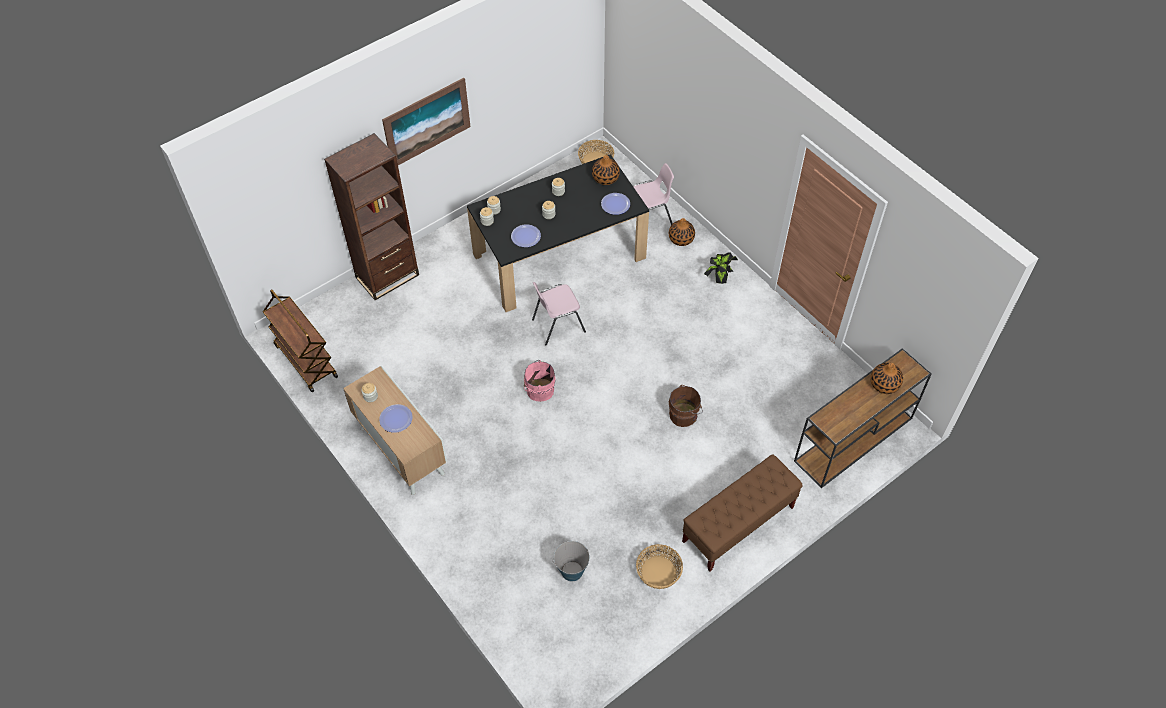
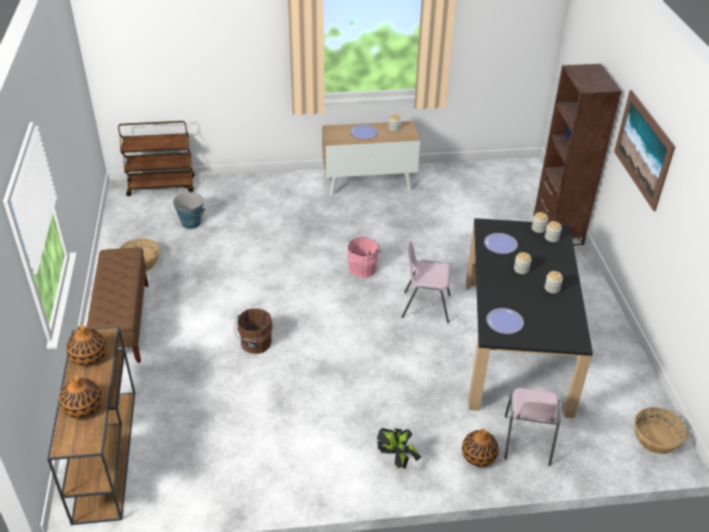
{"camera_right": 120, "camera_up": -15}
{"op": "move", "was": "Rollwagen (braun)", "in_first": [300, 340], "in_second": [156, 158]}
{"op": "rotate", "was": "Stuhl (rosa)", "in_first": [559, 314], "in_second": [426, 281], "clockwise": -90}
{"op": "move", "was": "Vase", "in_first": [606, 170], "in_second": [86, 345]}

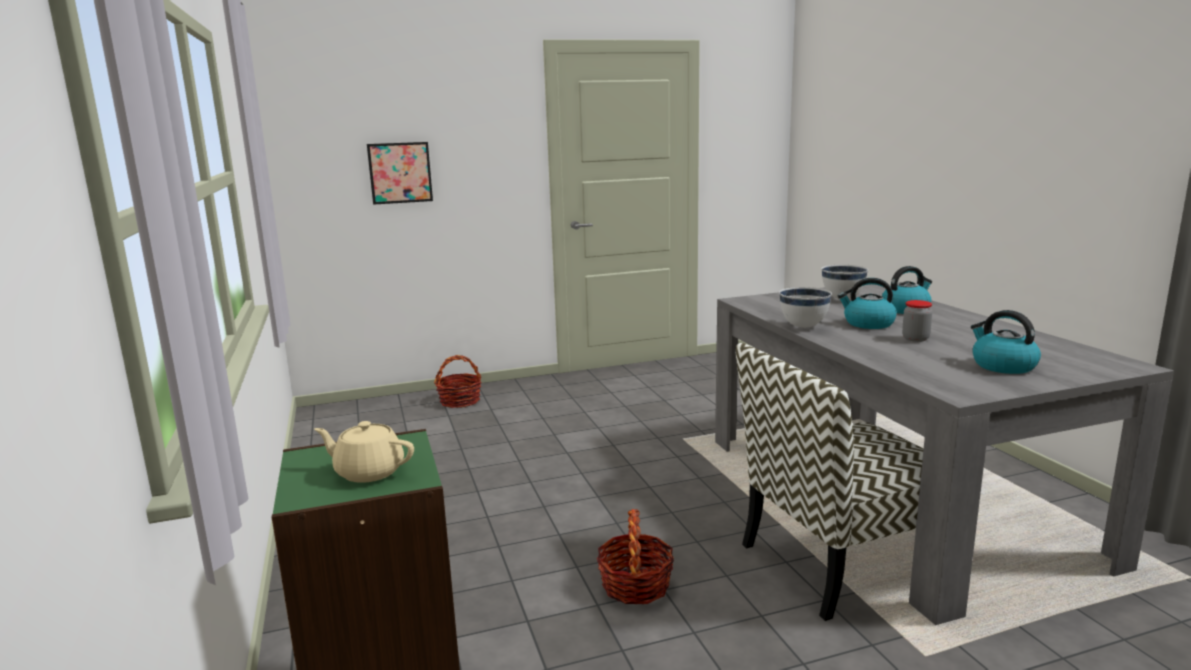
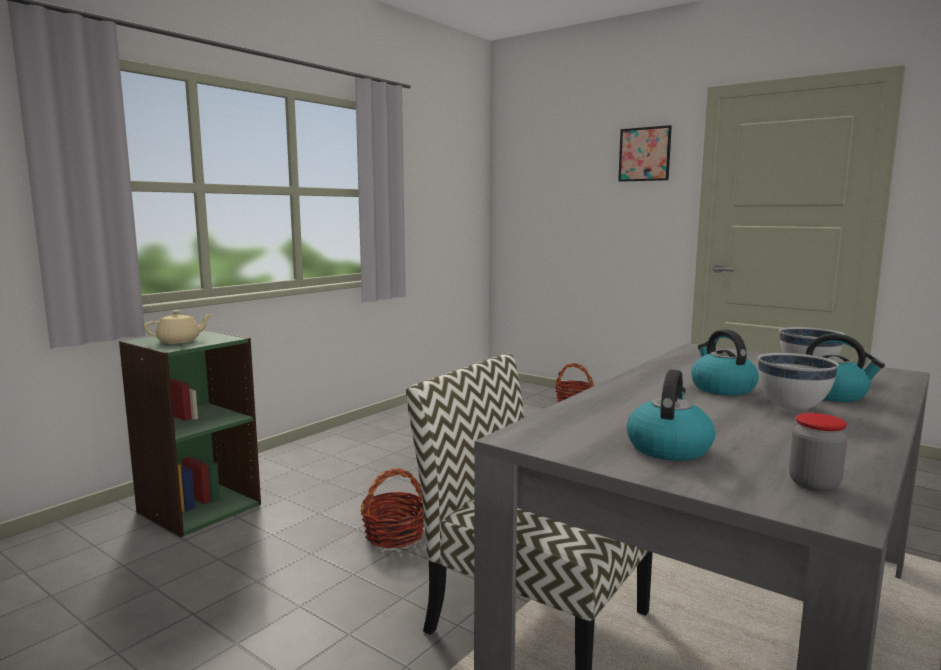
{"camera_right": 55, "camera_up": -5}
{"op": "rotate", "was": "Teekanne (beige)", "in_first": [364, 452], "in_second": [178, 327], "clockwise": 75}
{"op": "move", "was": "Bild", "in_first": [400, 173], "in_second": [645, 153]}
{"op": "move", "was": "Schüssel (weiß)", "in_first": [805, 307], "in_second": [798, 381]}
{"op": "move", "was": "Vorratsglas", "in_first": [917, 321], "in_second": [818, 452]}

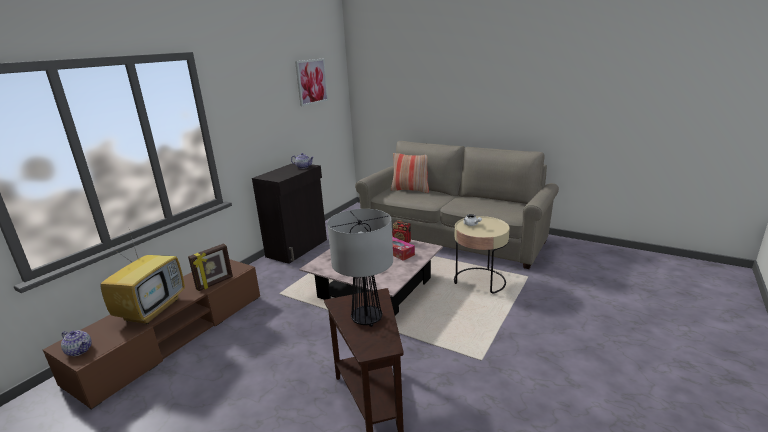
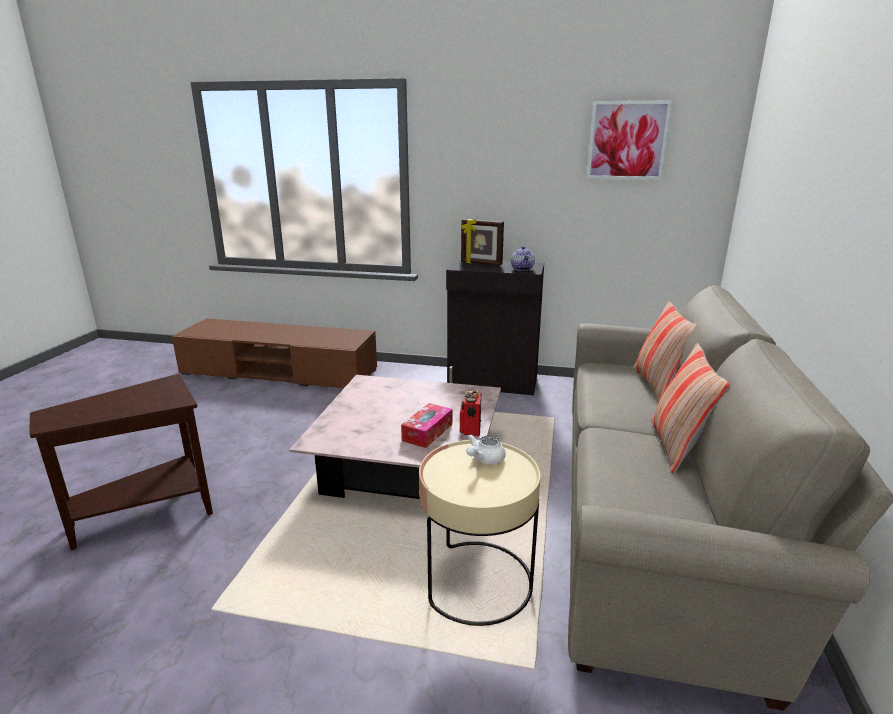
{"camera_right": 70, "camera_up": 0}
{"op": "delete", "was": "Teekanne", "in_first": [76, 343]}
{"op": "delete", "was": "Fernseher", "in_first": [142, 276]}
{"op": "move", "was": "Bilderrahmen", "in_first": [210, 267], "in_second": [482, 242]}
{"op": "delete", "was": "Tischlampe", "in_first": [360, 268]}
{"op": "insert", "now": "Kissen", "in_second": [690, 408]}

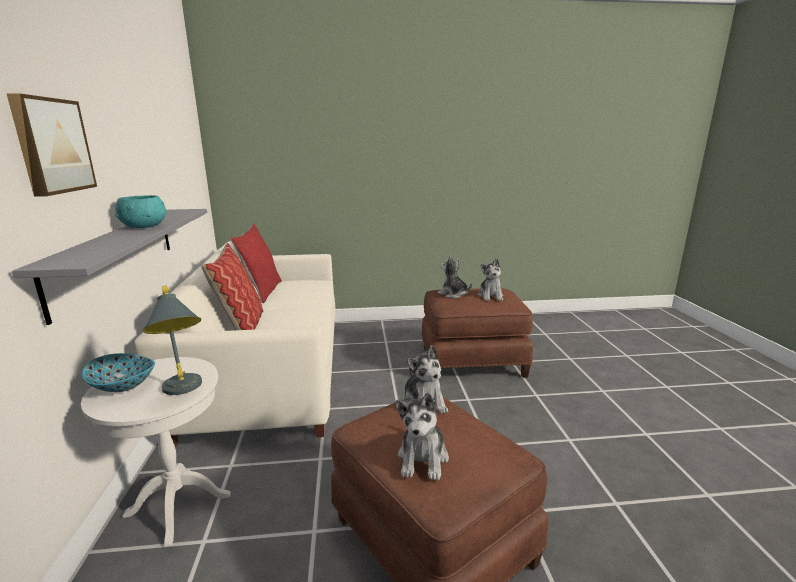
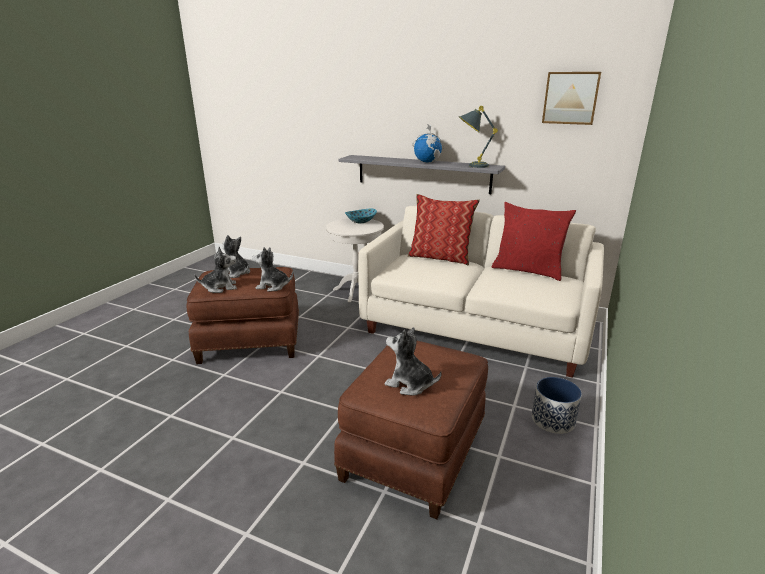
{"camera_right": 120, "camera_up": 5}
{"op": "move", "was": "Bild", "in_first": [51, 145], "in_second": [571, 98]}
{"op": "replace", "was": "Schüssel (türkis)", "now": "Globus", "in_first": [140, 211], "in_second": [428, 143]}
{"op": "move", "was": "Tischlampe (grau)", "in_first": [172, 340], "in_second": [478, 137]}
{"op": "move", "was": "Plüschtier", "in_first": [454, 277], "in_second": [216, 269]}
{"op": "insert", "now": "Pflanzkübel", "in_second": [557, 405]}

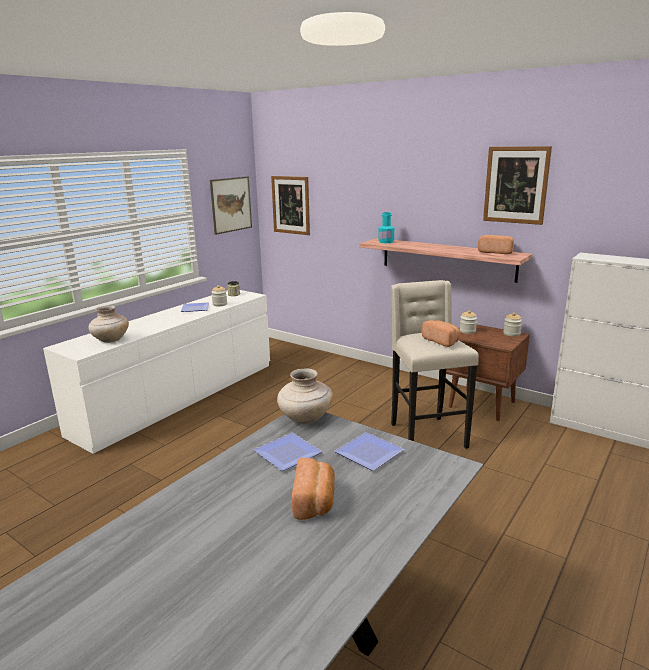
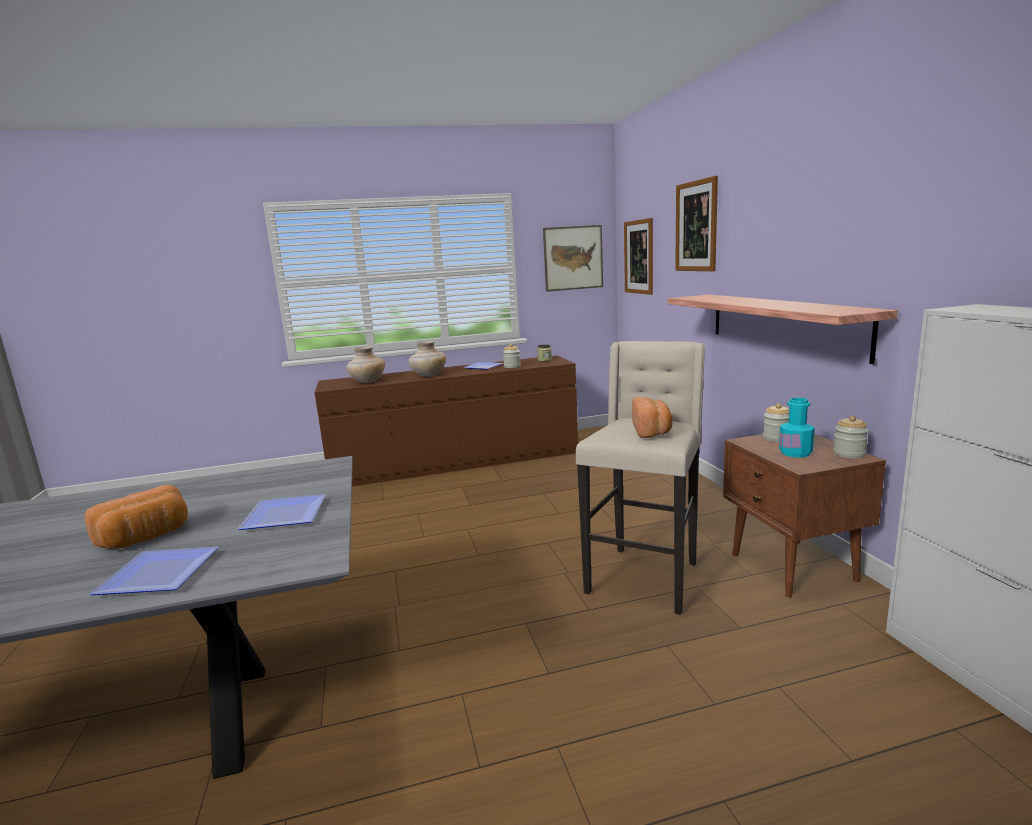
{"camera_right": 40, "camera_up": -5}
{"op": "recolor", "was": "Kommode (weiß)", "now": "Kommode (braun)", "in_first": [156, 372], "in_second": [446, 420]}
{"op": "move", "was": "Teller", "in_first": [288, 452], "in_second": [154, 571]}
{"op": "move", "was": "Vase (beige)", "in_first": [305, 396], "in_second": [427, 359]}
{"op": "move", "was": "Flasche (türkis)", "in_first": [386, 227], "in_second": [797, 428]}
{"op": "delete", "was": "Brot", "in_first": [496, 244]}
{"op": "move", "was": "Bild", "in_first": [517, 185], "in_second": [696, 223]}

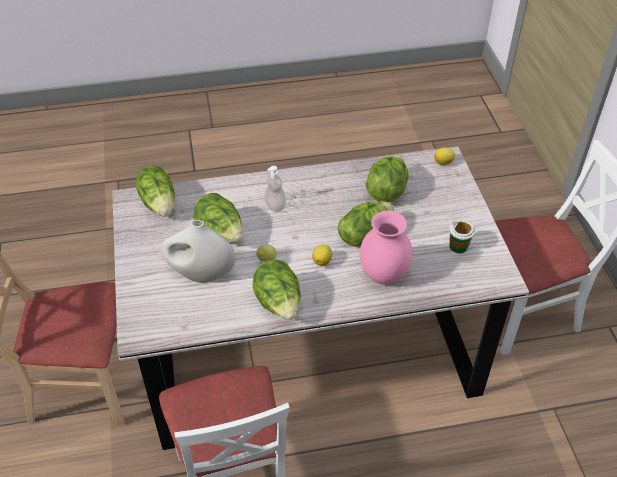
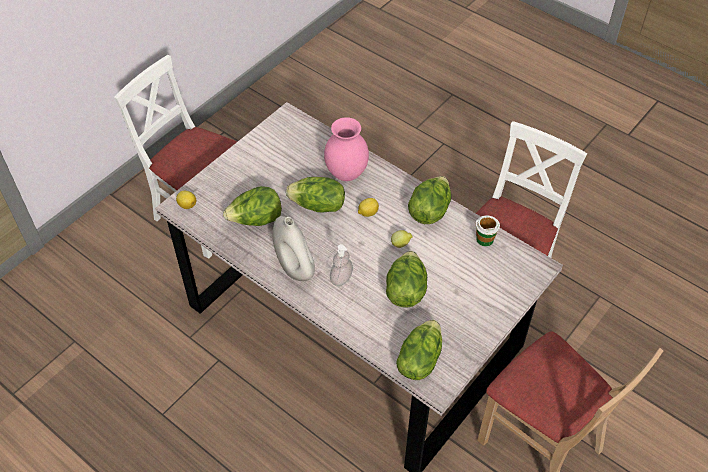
{"camera_right": -130, "camera_up": 5}
{"op": "move", "was": "Vase (weiß)", "in_first": [198, 251], "in_second": [294, 248]}
{"op": "move", "was": "Tasse", "in_first": [462, 236], "in_second": [488, 231]}

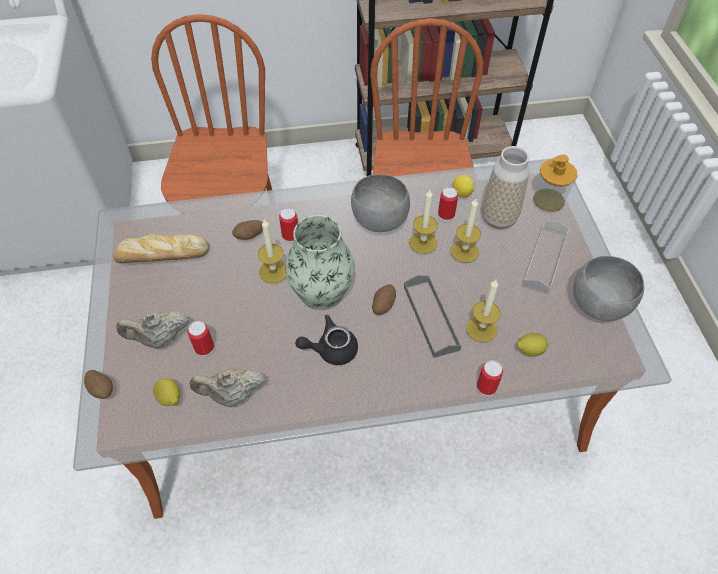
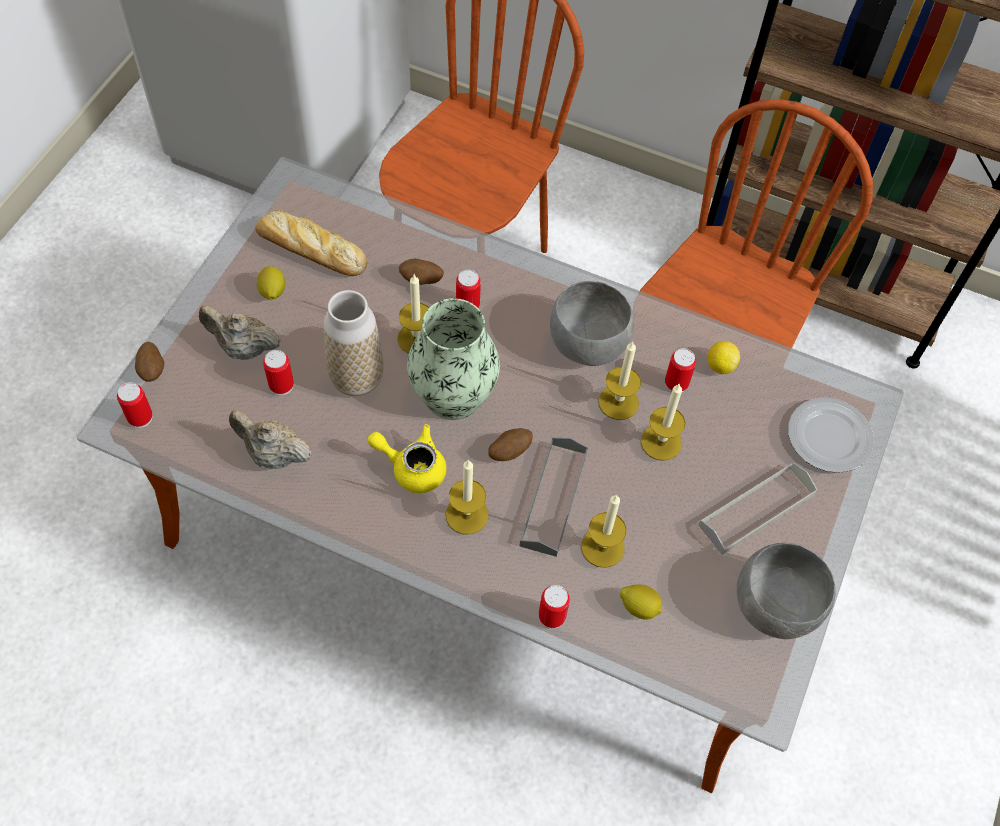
{"camera_right": 30, "camera_up": 5}
{"op": "move", "was": "Zitrone", "in_first": [166, 392], "in_second": [270, 283]}
{"op": "recolor", "was": "Teekanne (schwarz)", "now": "Teekanne (gelb)", "in_first": [326, 340], "in_second": [407, 458]}
{"op": "move", "was": "Vase", "in_first": [506, 187], "in_second": [354, 343]}
{"op": "replace", "was": "Seifenspender", "now": "Teller", "in_first": [555, 183], "in_second": [831, 435]}
{"op": "insert", "now": "Dose", "in_second": [135, 405]}
{"op": "insert", "now": "Kerze", "in_second": [467, 497]}

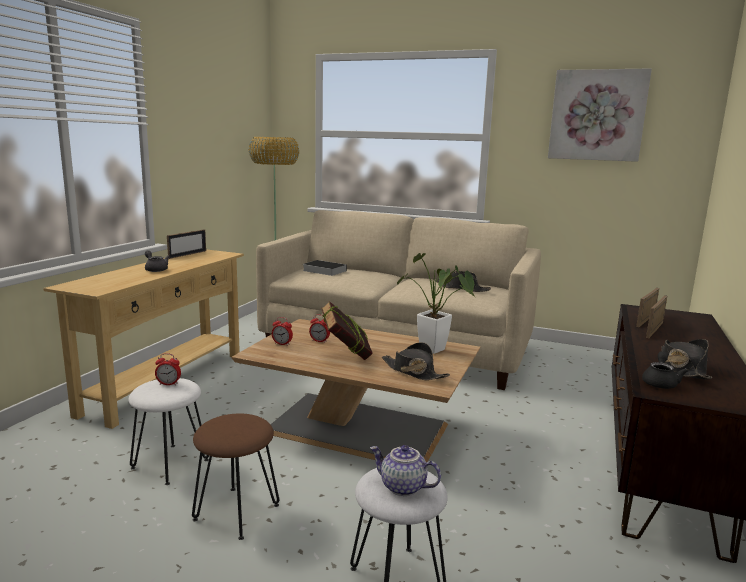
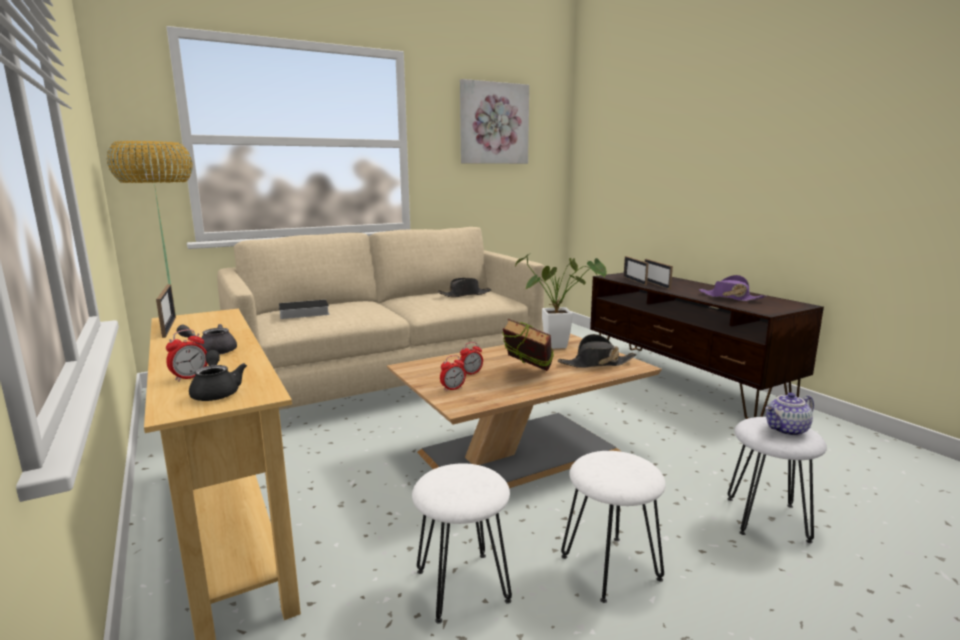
{"camera_right": -50, "camera_up": 0}
{"op": "move", "was": "Wecker", "in_first": [168, 369], "in_second": [187, 355]}
{"op": "recolor", "was": "Hocker (braun)", "now": "Hocker (weiß)", "in_first": [235, 476], "in_second": [613, 527]}
{"op": "move", "was": "Teekanne (schwarz)", "in_first": [665, 370], "in_second": [218, 375]}
{"op": "recolor", "was": "Hut (schwarz)", "now": "Hut (lila)", "in_first": [686, 359], "in_second": [733, 288]}

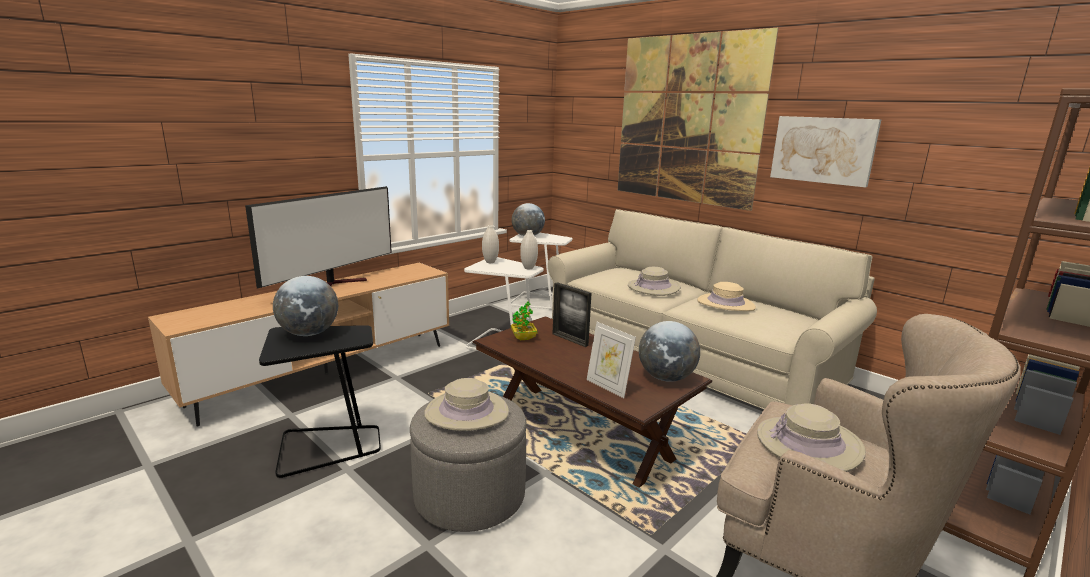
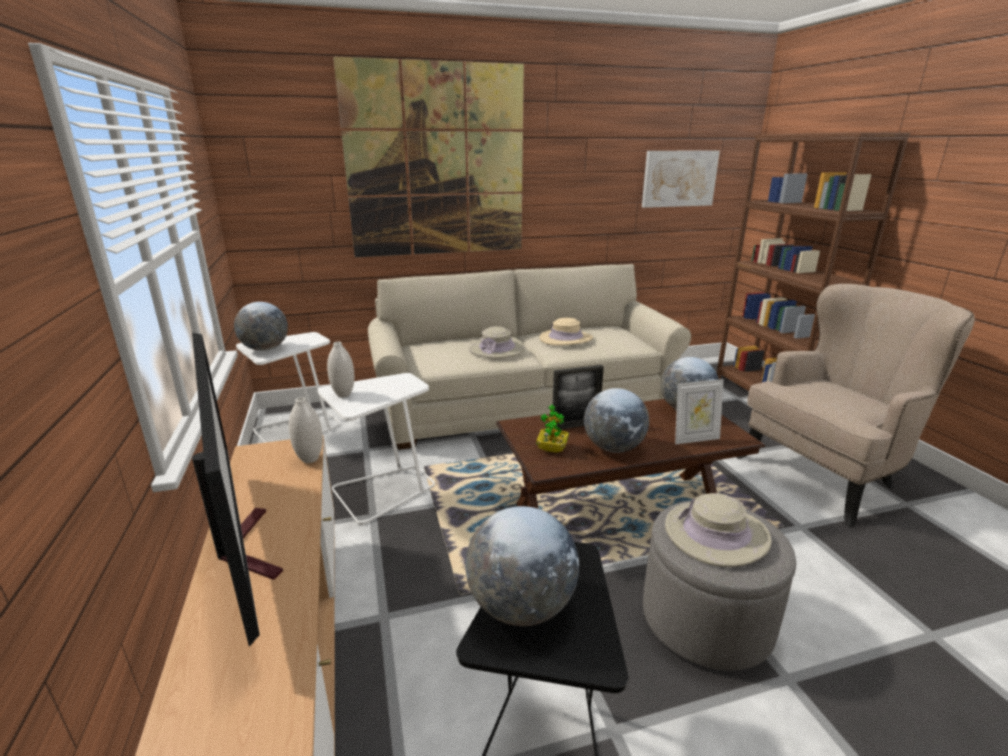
{"camera_right": -60, "camera_up": 5}
{"op": "move", "was": "Vase (weiß)", "in_first": [529, 249], "in_second": [306, 430]}
{"op": "delete", "was": "Hut (beige)", "in_first": [811, 437]}
{"op": "move", "was": "Bild", "in_first": [826, 151], "in_second": [681, 179]}
{"op": "insert", "now": "Globus", "in_second": [616, 420]}

